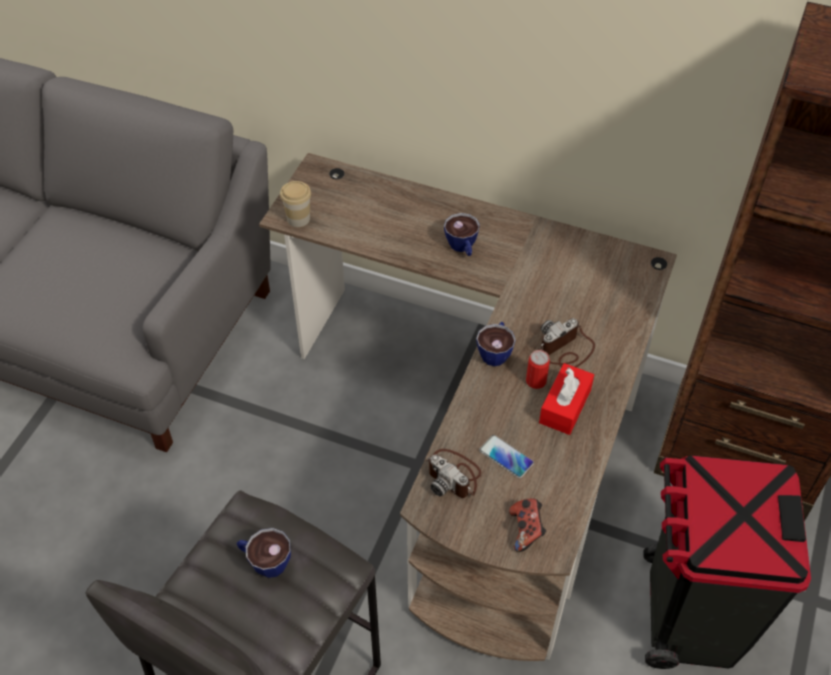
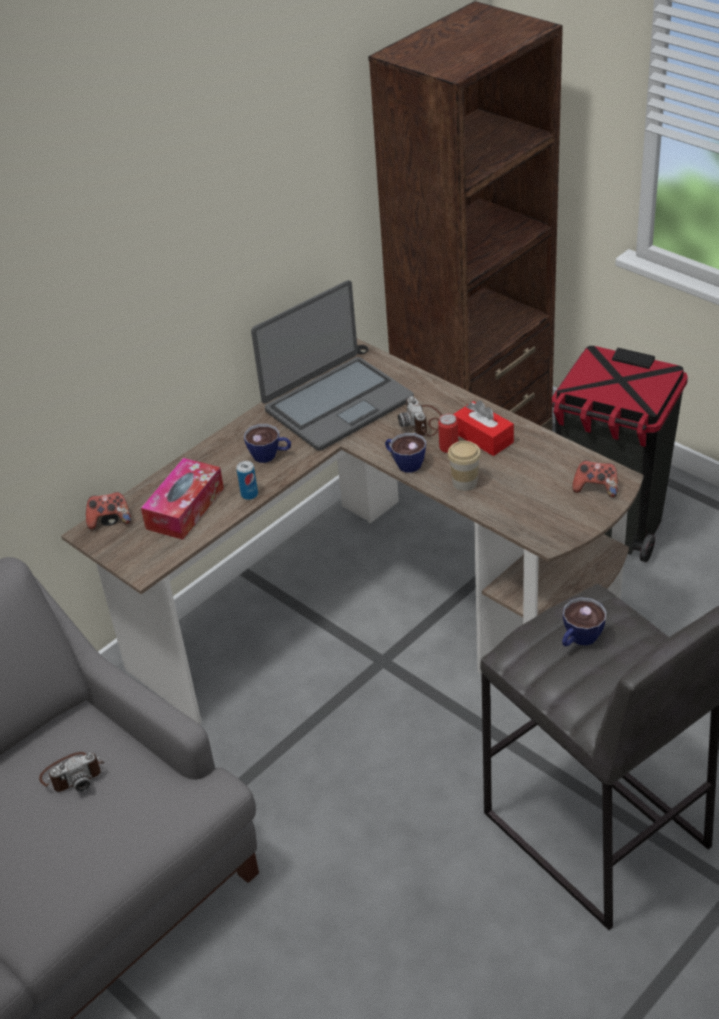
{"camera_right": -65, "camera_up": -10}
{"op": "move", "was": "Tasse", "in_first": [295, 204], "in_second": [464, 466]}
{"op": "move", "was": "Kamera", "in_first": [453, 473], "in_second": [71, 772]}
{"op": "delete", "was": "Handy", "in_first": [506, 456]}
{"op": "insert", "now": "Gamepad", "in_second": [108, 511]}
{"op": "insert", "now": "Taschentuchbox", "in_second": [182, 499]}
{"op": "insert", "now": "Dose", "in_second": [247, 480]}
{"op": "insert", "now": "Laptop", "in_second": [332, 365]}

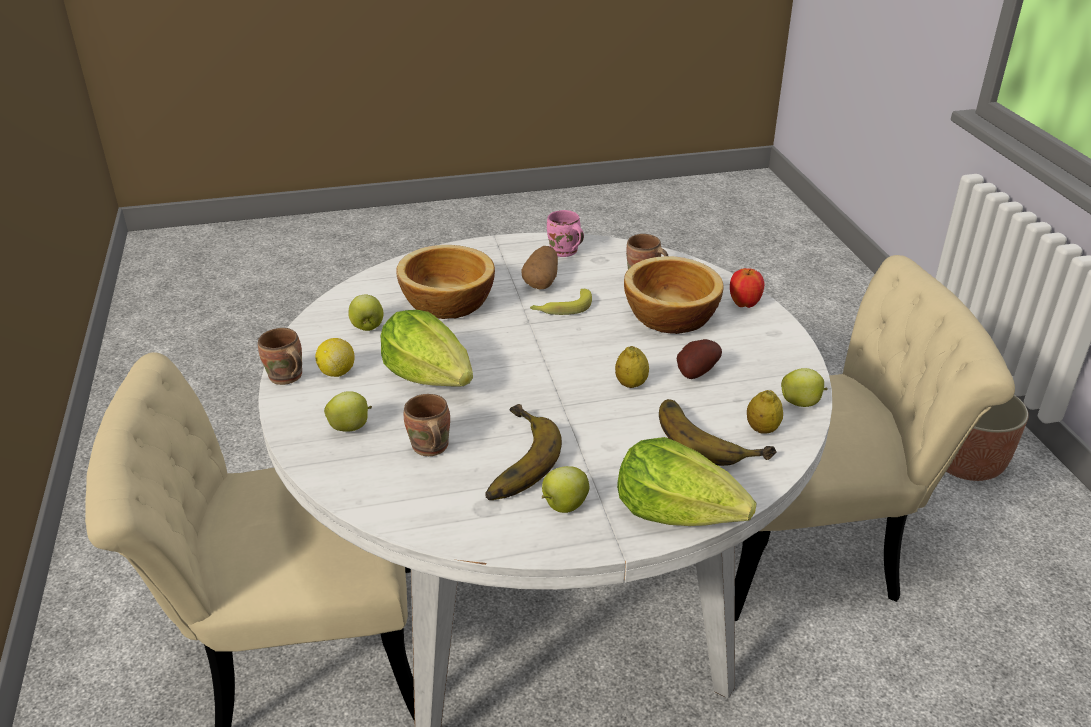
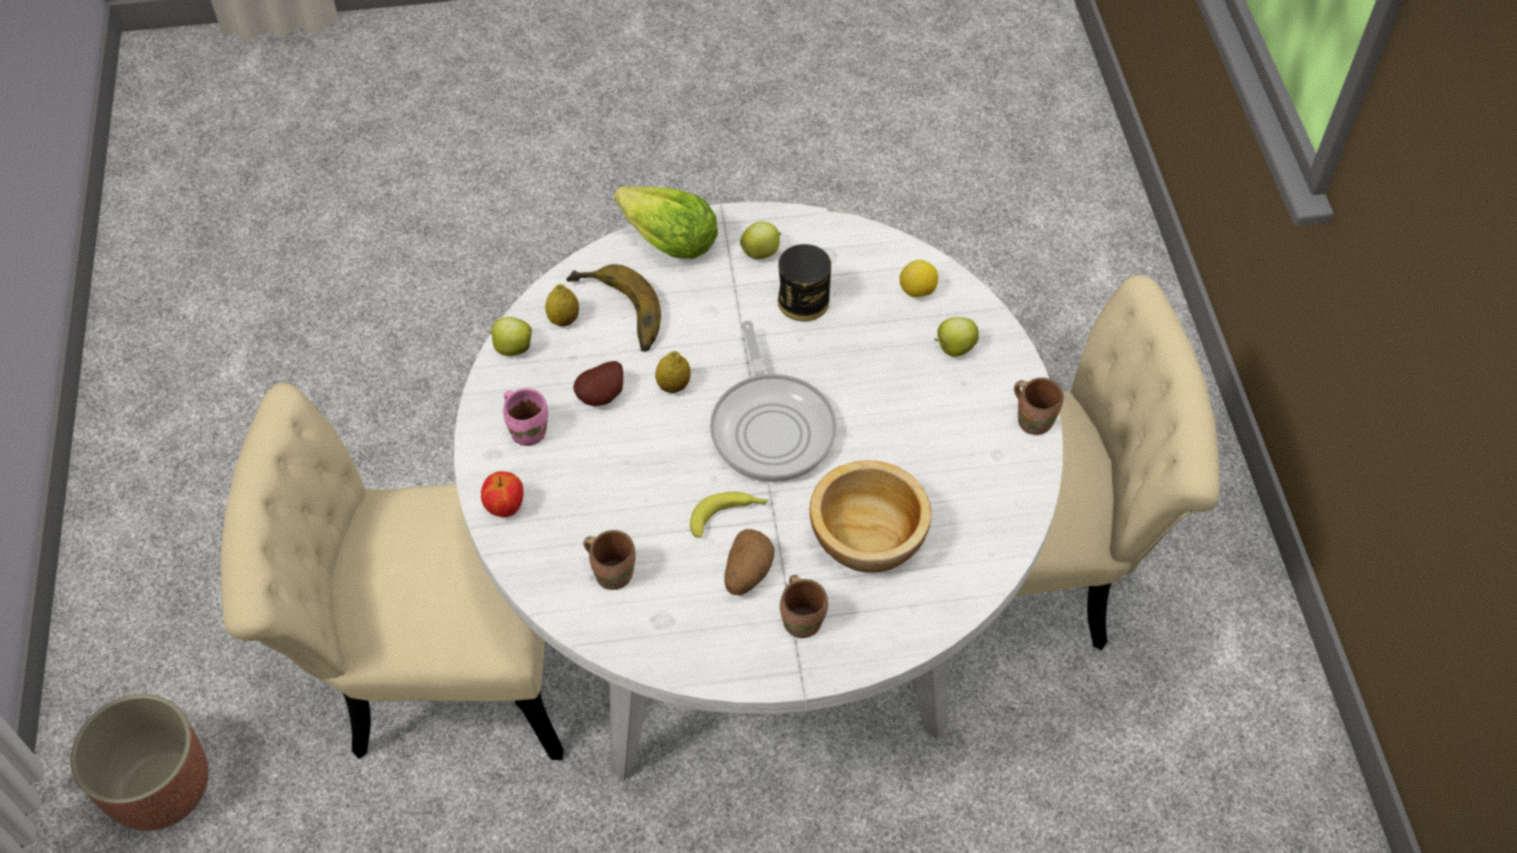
{"camera_right": -175, "camera_up": 20}
{"op": "move", "was": "Zitrone", "in_first": [335, 357], "in_second": [919, 278]}
{"op": "delete", "was": "Apfel", "in_first": [365, 313]}
{"op": "delete", "was": "Salatkopf", "in_first": [426, 348]}
{"op": "move", "was": "Henkelbecher (braun)", "in_first": [427, 425], "in_second": [804, 606]}
{"op": "replace", "was": "Banane", "now": "Dose", "in_first": [523, 452], "in_second": [804, 282]}
{"op": "move", "was": "Henkelbecher (rosa)", "in_first": [565, 233], "in_second": [526, 417]}
{"op": "delete", "was": "Schüssel", "in_first": [674, 295]}
{"op": "insert", "now": "Pfanne", "in_second": [773, 401]}

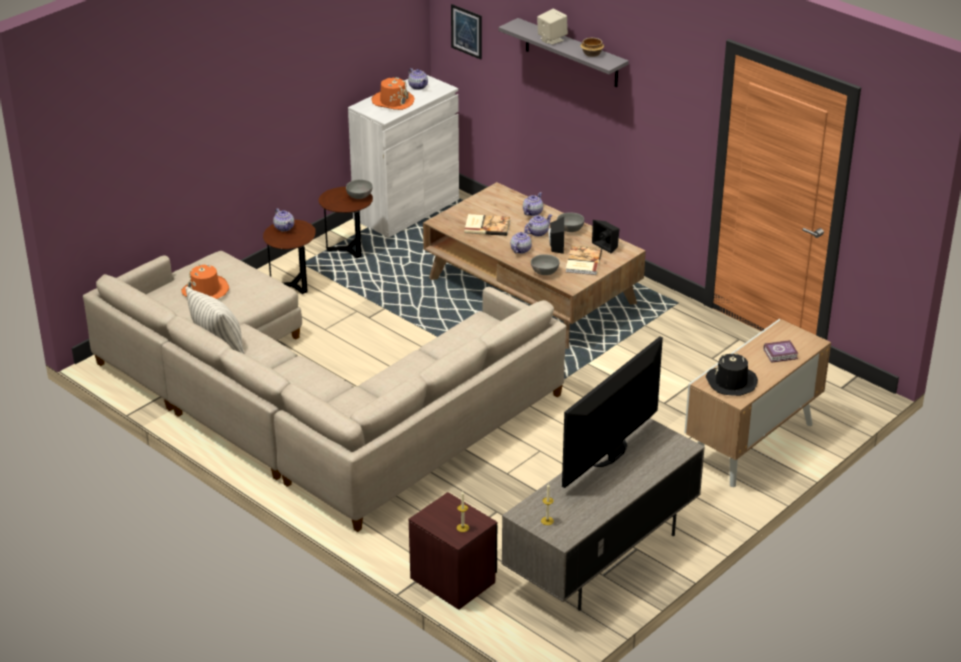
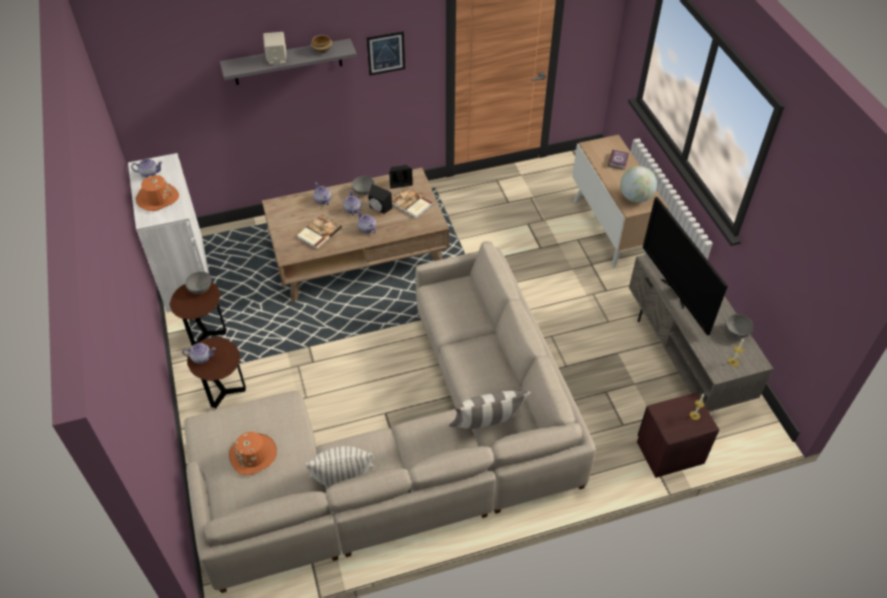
{"camera_right": -60, "camera_up": 15}
{"op": "move", "was": "Bild", "in_first": [466, 32], "in_second": [386, 53]}
{"op": "move", "was": "Schüssel (grau)", "in_first": [545, 264], "in_second": [739, 326]}
{"op": "replace", "was": "Hut (schwarz)", "now": "Globus", "in_first": [732, 374], "in_second": [638, 184]}
{"op": "insert", "now": "Kissen", "in_second": [490, 410]}

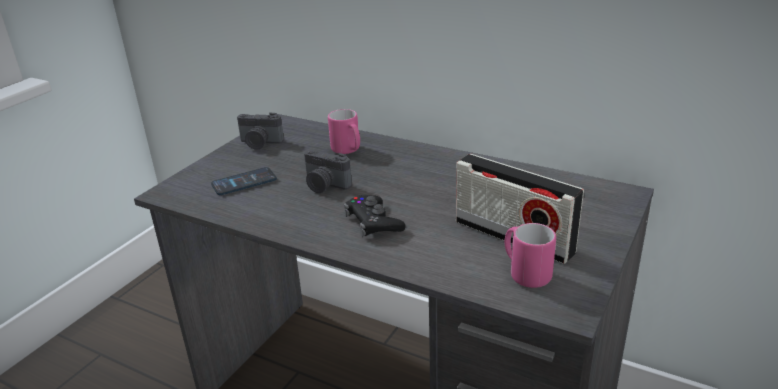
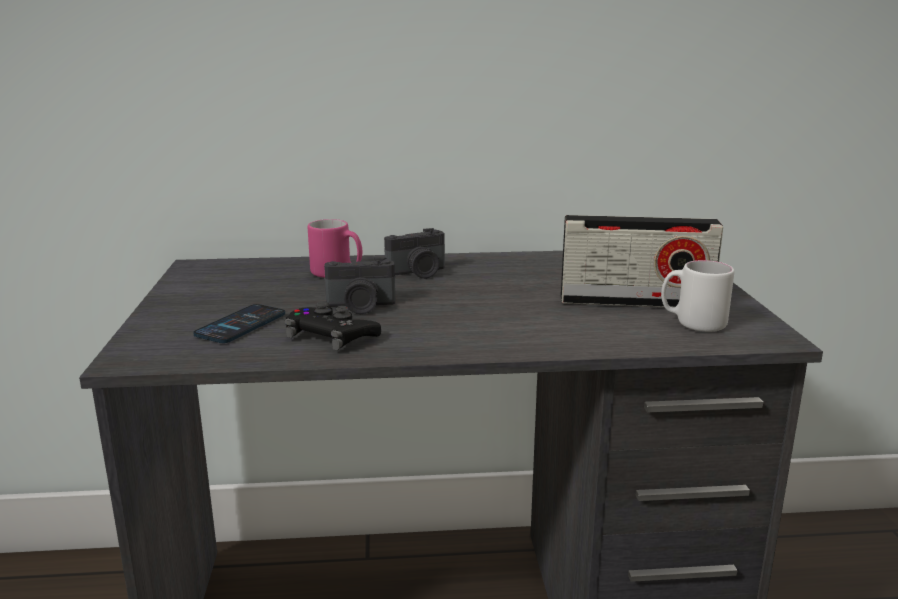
{"camera_right": -35, "camera_up": -10}
{"op": "move", "was": "Kamera", "in_first": [260, 131], "in_second": [414, 253]}
{"op": "move", "was": "Gamepad (schwarz)", "in_first": [374, 216], "in_second": [333, 326]}
{"op": "recolor", "was": "Henkelbecher (rosa)", "now": "Henkelbecher (weiß)", "in_first": [530, 255], "in_second": [697, 296]}

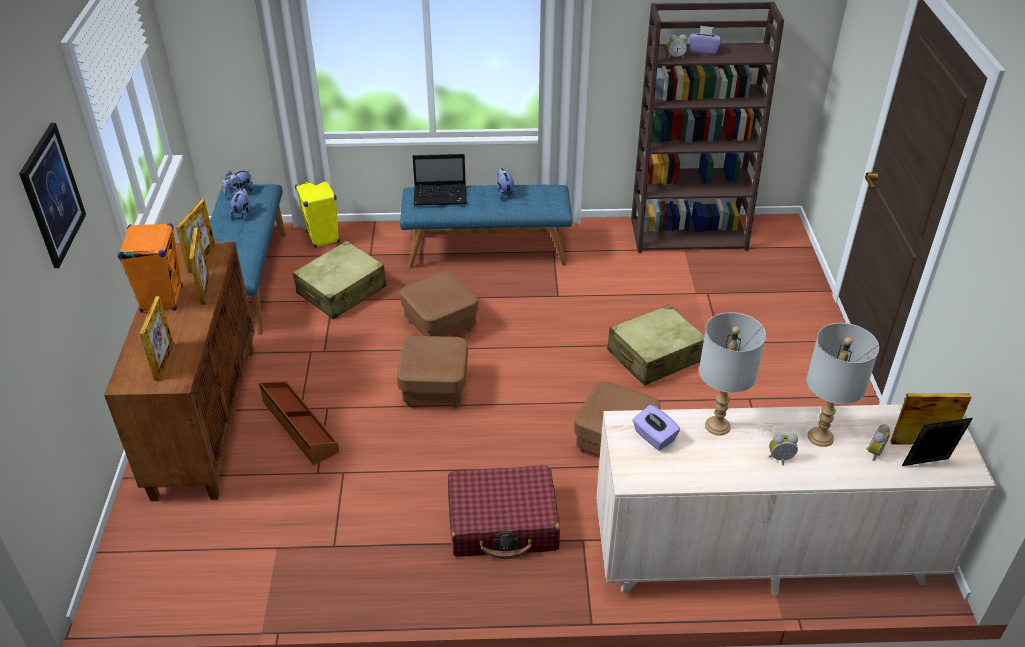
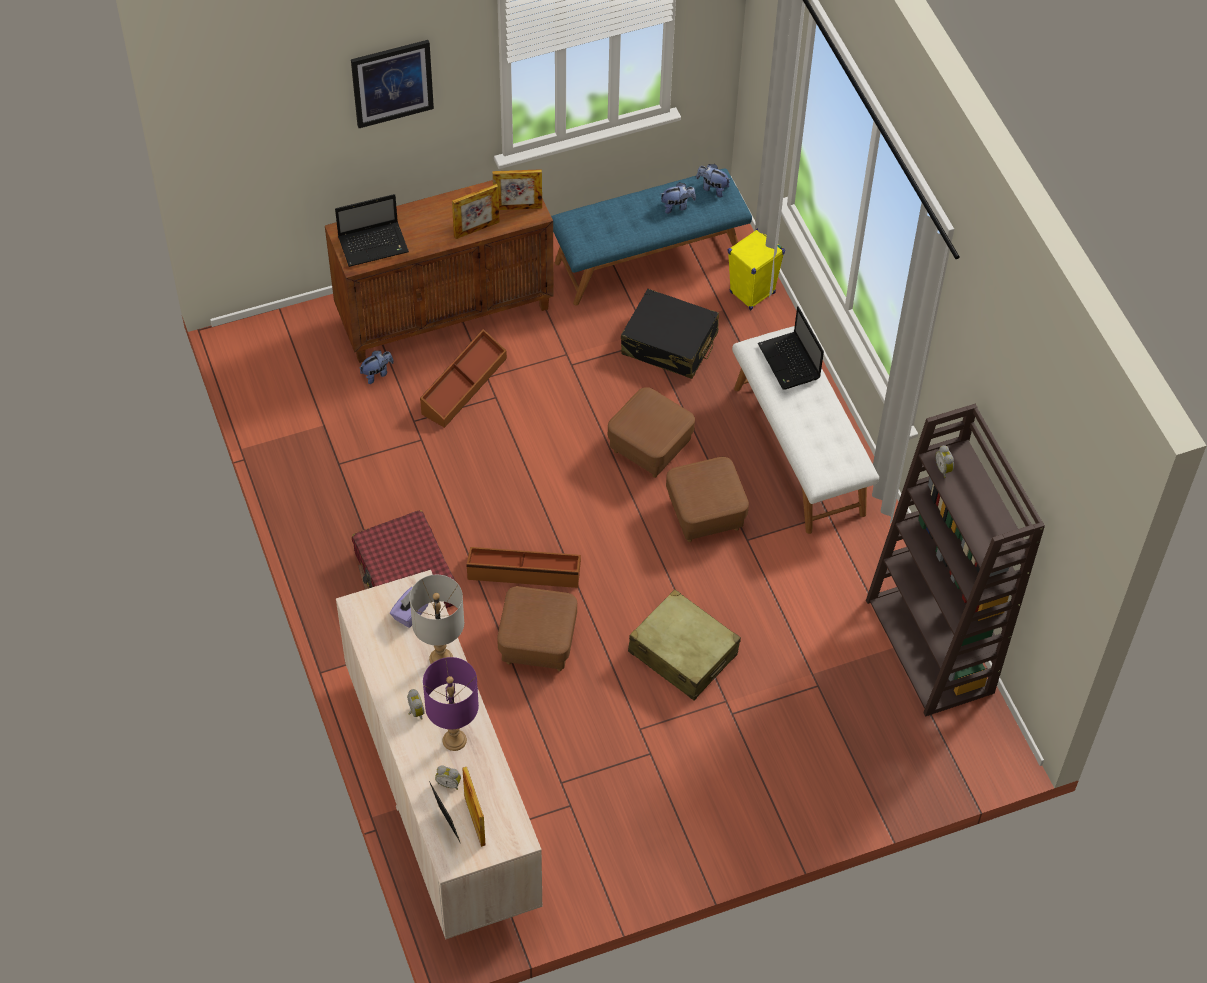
{"camera_right": 70, "camera_up": 15}
{"op": "delete", "was": "Lautsprecher (orange)", "in_first": [150, 268]}
{"op": "replace", "was": "Bilderrahmen", "now": "Laptop", "in_first": [156, 338], "in_second": [372, 230]}
{"op": "recolor", "was": "Koffer (beige)", "now": "Koffer (schwarz)", "in_first": [340, 280], "in_second": [670, 334]}
{"op": "move", "was": "Polsterhocker (braun)", "in_first": [432, 372], "in_second": [707, 499]}
{"op": "recolor", "was": "Bank (blau)", "now": "Bank (weiß)", "in_first": [486, 226], "in_second": [805, 430]}
{"op": "move", "was": "Plüschtier", "in_first": [506, 183], "in_second": [376, 367]}
{"op": "delete", "was": "Taschentuchbox (lila)", "in_first": [705, 40]}
{"op": "recolor", "was": "Tischlampe (grau)", "now": "Tischlampe (lila)", "in_first": [842, 385], "in_second": [451, 704]}
{"op": "insert", "now": "Aufbewahrungsbox (braun)", "in_second": [523, 567]}

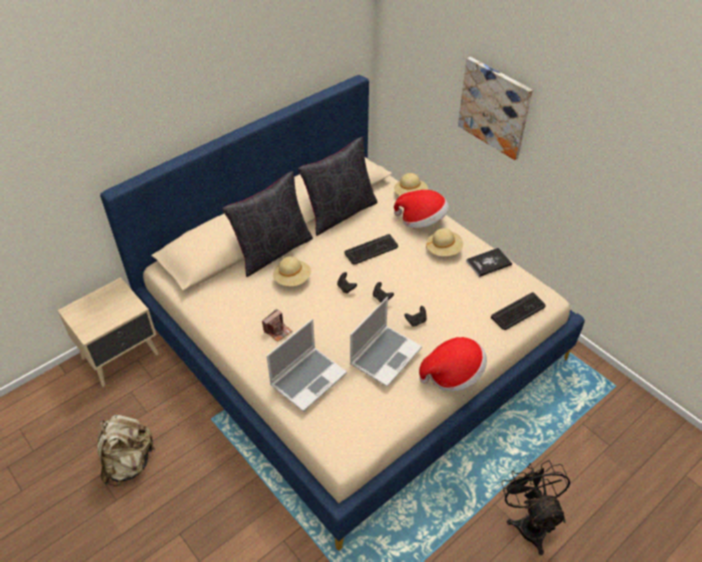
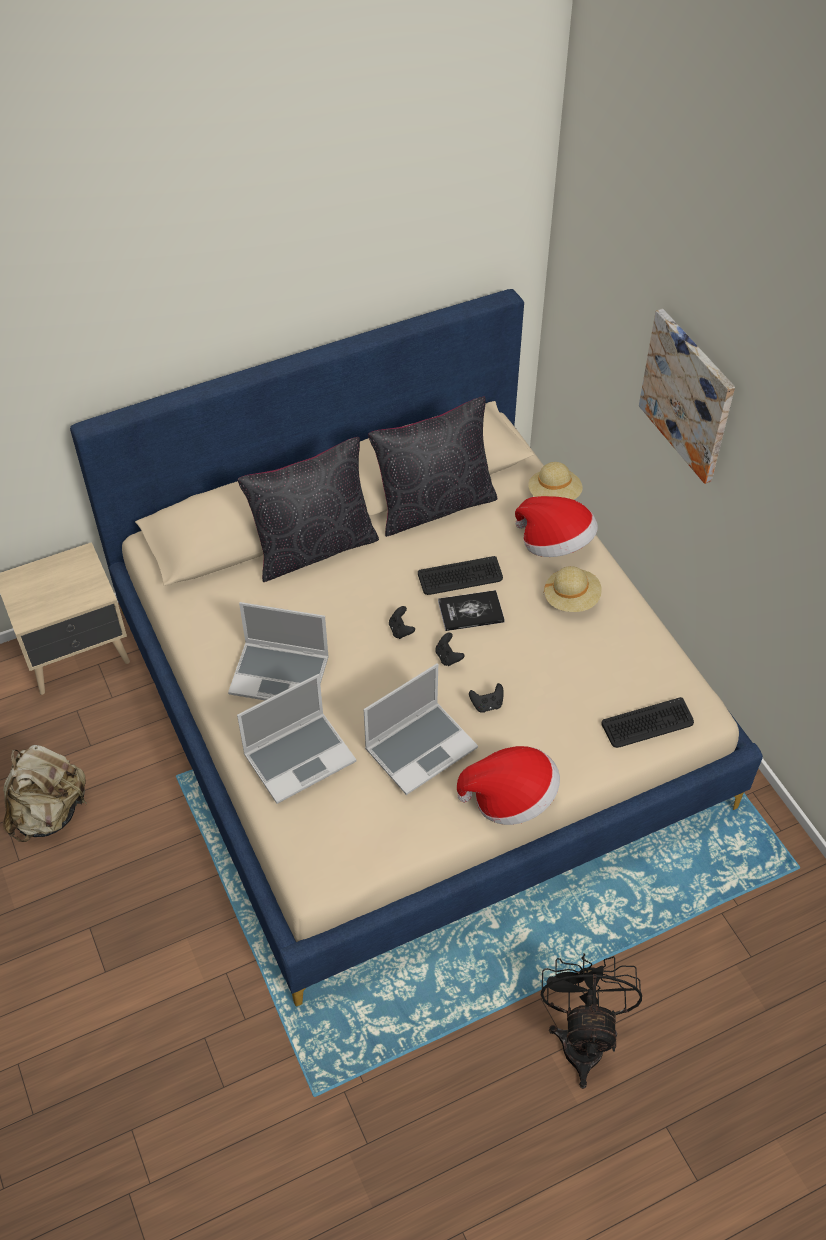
{"camera_right": 15, "camera_up": 5}
{"op": "replace", "was": "Kamera", "now": "Laptop", "in_first": [277, 325], "in_second": [278, 651]}
{"op": "delete", "was": "Hut (beige)", "in_first": [292, 271]}
{"op": "move", "was": "Buch", "in_first": [489, 262], "in_second": [471, 610]}

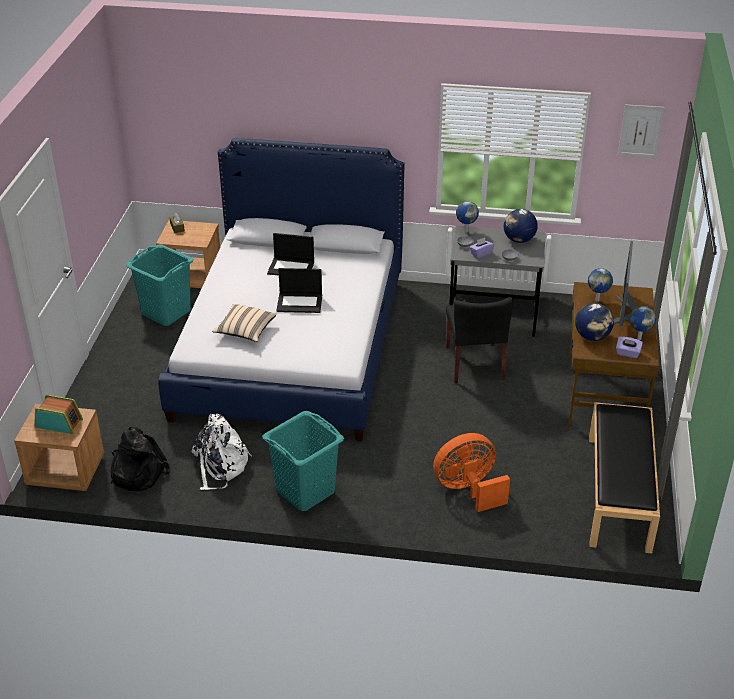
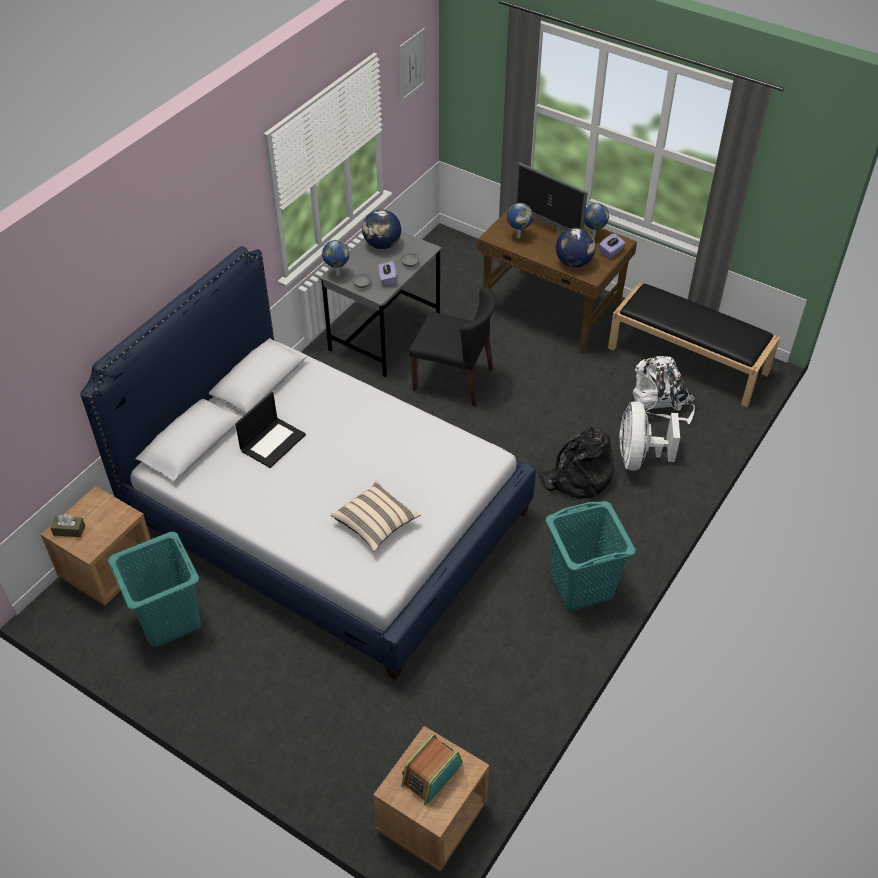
{"camera_right": -65, "camera_up": 10}
{"op": "move", "was": "Rucksack (schwarz)", "in_first": [140, 458], "in_second": [575, 463]}
{"op": "move", "was": "Rucksack (weiß)", "in_first": [222, 452], "in_second": [664, 390]}
{"op": "delete", "was": "Laptop", "in_first": [299, 290]}
{"op": "recolor", "was": "Ventilator (orange)", "now": "Ventilator (weiß)", "in_first": [471, 472], "in_second": [649, 436]}

